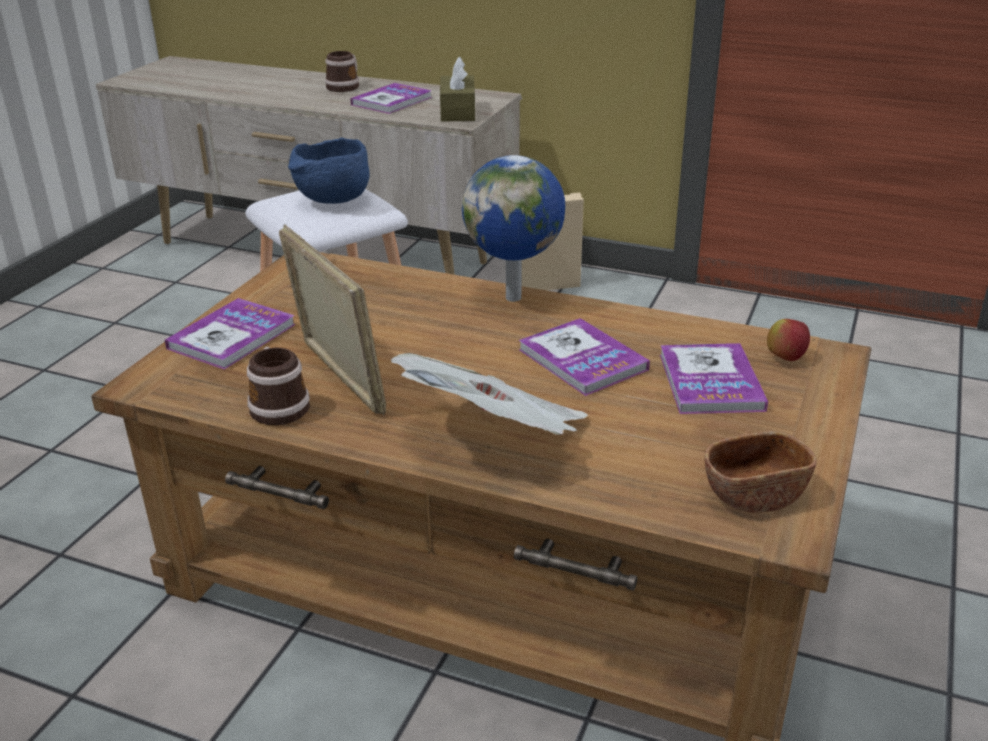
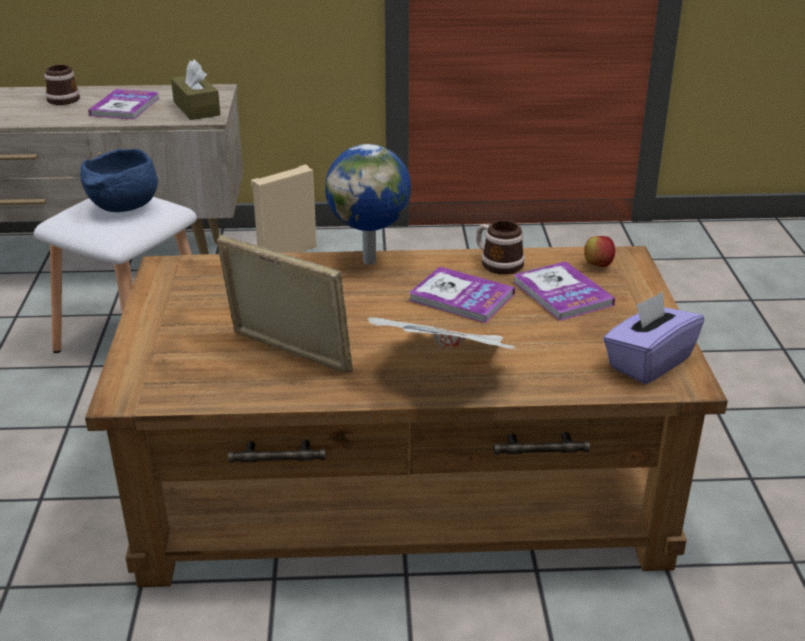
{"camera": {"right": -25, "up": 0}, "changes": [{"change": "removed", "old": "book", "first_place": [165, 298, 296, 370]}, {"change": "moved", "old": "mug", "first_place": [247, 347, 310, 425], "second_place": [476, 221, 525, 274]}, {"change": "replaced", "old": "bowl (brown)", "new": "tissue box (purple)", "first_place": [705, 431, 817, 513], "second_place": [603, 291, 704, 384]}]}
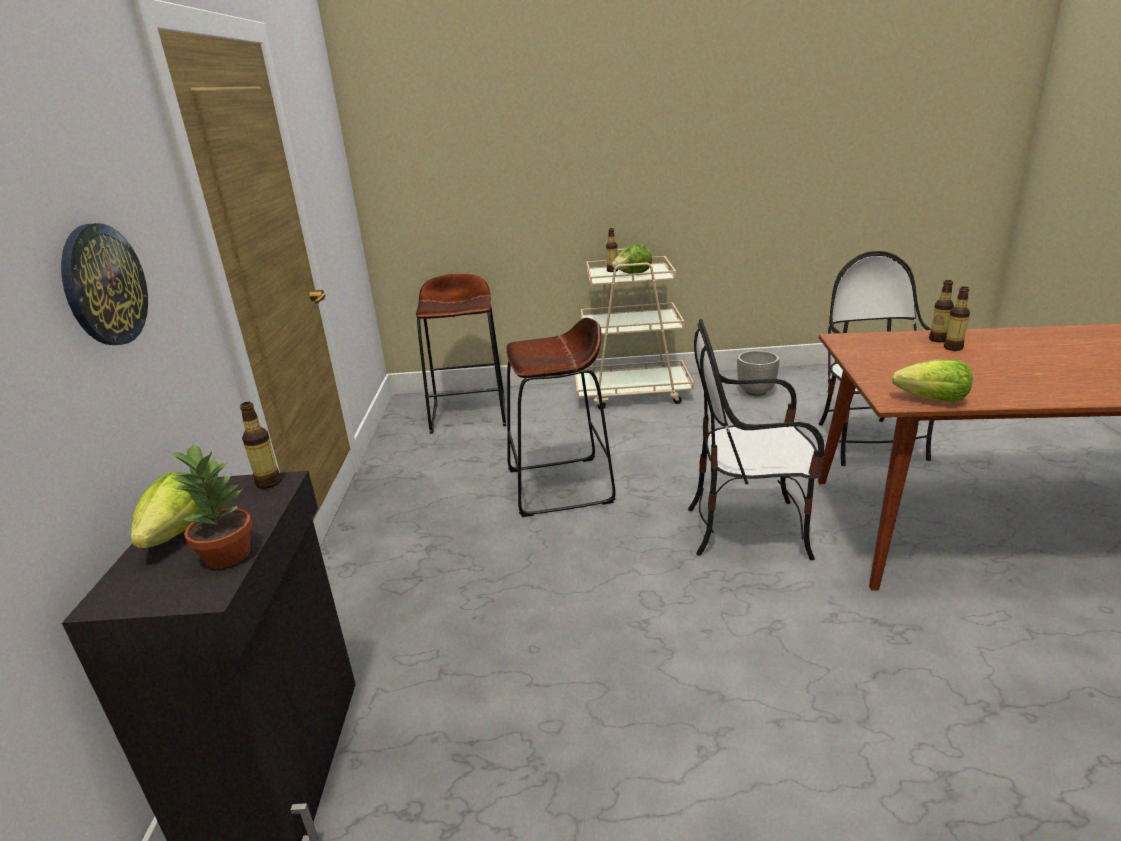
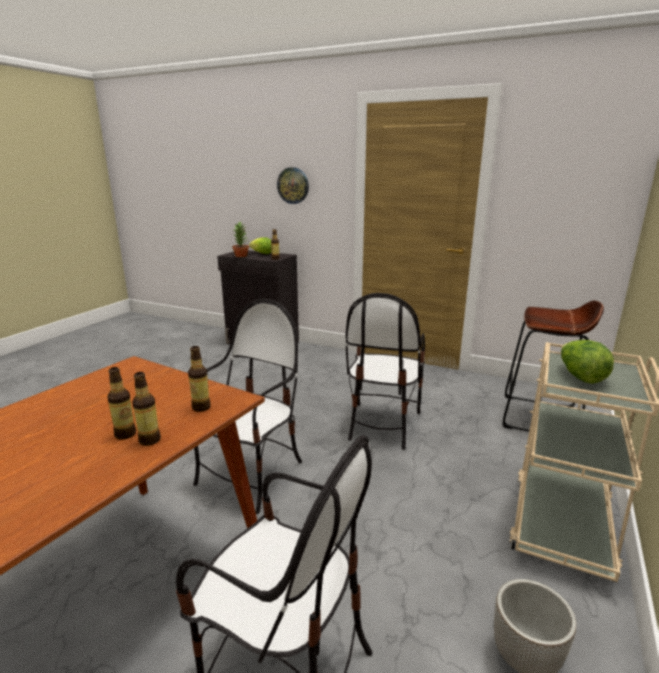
{"camera": {"right": 115, "up": -5}, "changes": [{"change": "replaced", "old": "stool (brown)", "new": "chair", "first_place": [506, 318, 616, 517], "second_place": [345, 293, 425, 449]}, {"change": "moved", "old": "bottle", "first_place": [606, 228, 618, 272], "second_place": [188, 346, 211, 412]}, {"change": "removed", "old": "lettuce", "first_place": [892, 359, 973, 402]}]}
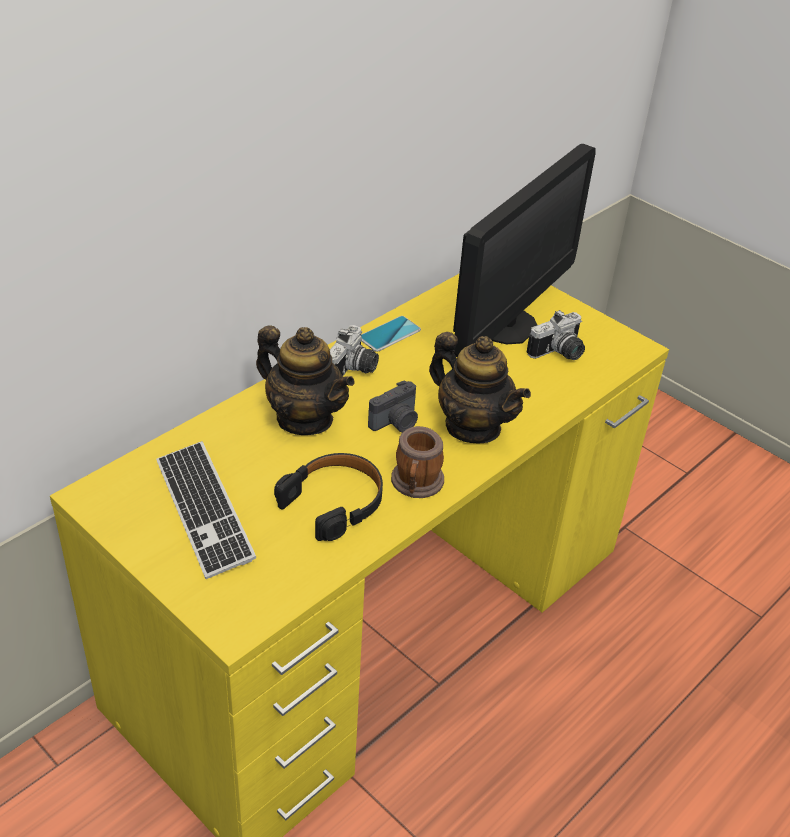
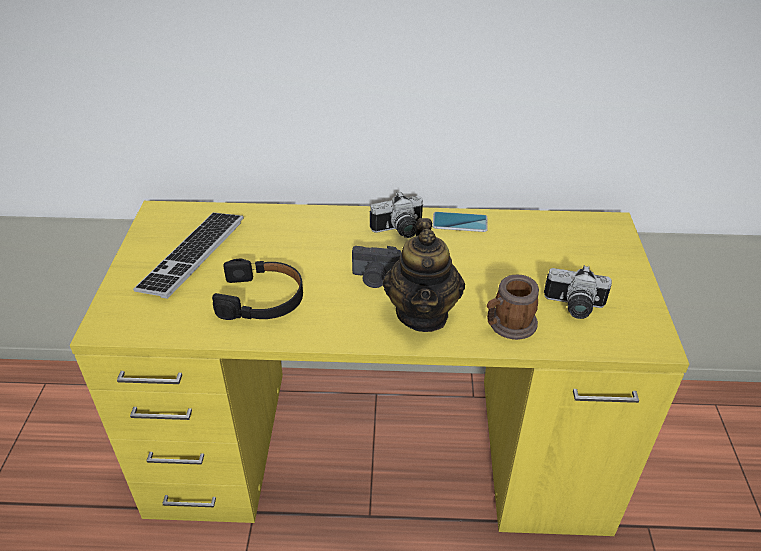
{"camera": {"right": 50, "up": 0}, "changes": [{"change": "removed", "old": "teapot", "first_place": [256, 325, 355, 435]}, {"change": "moved", "old": "mug", "first_place": [391, 426, 444, 498], "second_place": [487, 275, 539, 340]}, {"change": "removed", "old": "monitor", "first_place": [453, 144, 596, 357]}]}
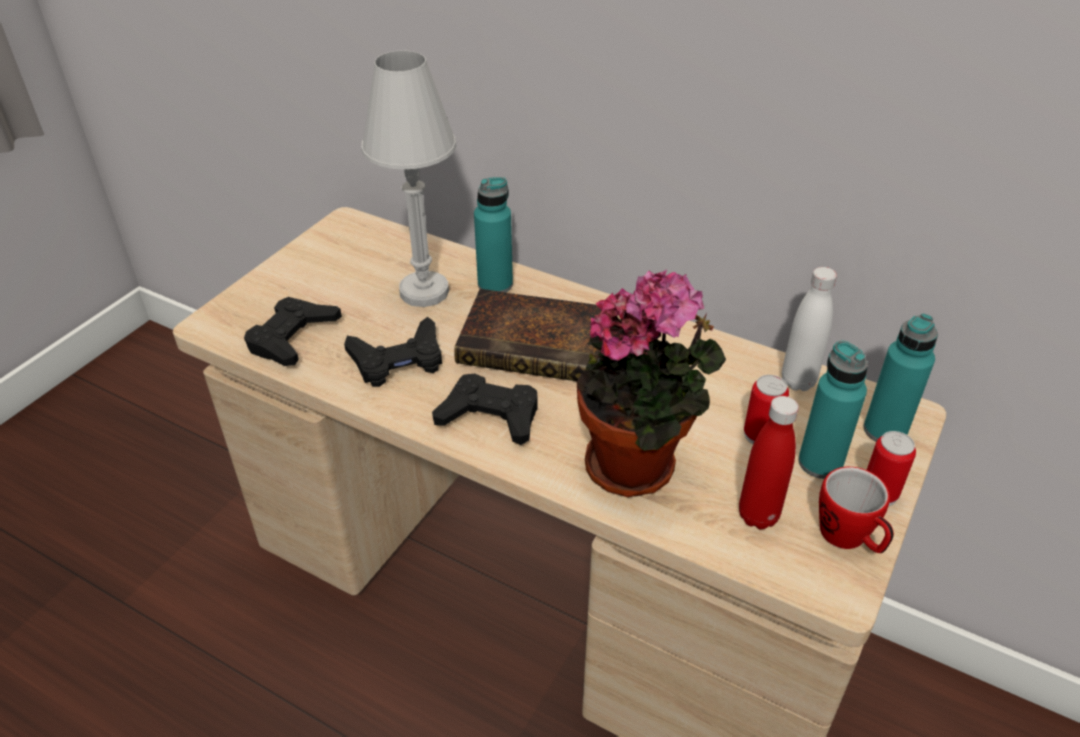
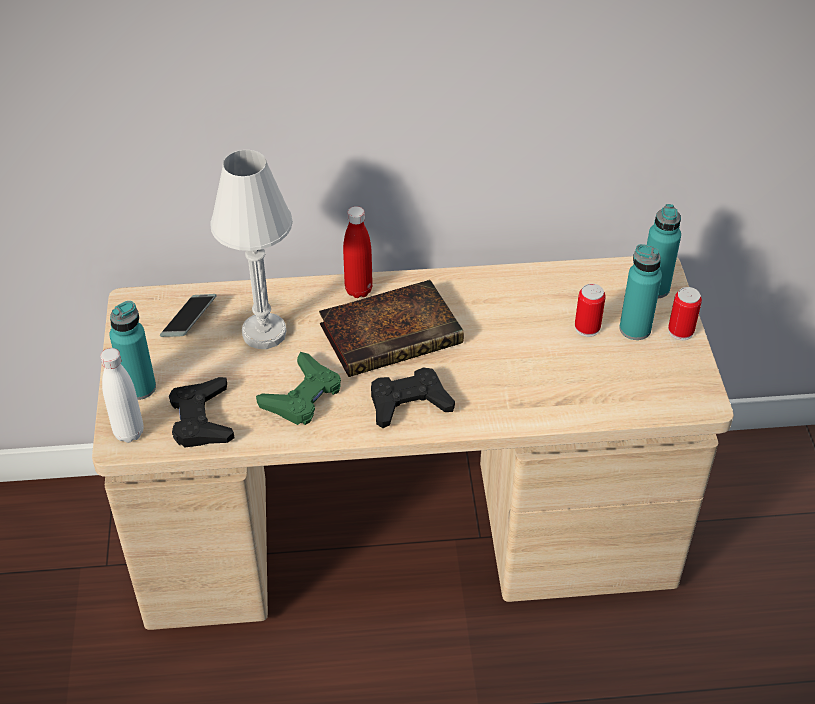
{"camera": {"right": -35, "up": 5}, "changes": [{"change": "recoloured", "old": "game controller (black)", "new": "game controller (green)", "first_place": [344, 317, 442, 387], "second_place": [256, 352, 341, 425]}, {"change": "moved", "old": "bottle (turquoise)", "first_place": [474, 177, 513, 292], "second_place": [109, 301, 156, 400]}, {"change": "removed", "old": "potted plant", "first_place": [577, 270, 726, 497]}, {"change": "moved", "old": "bottle (red)", "first_place": [739, 396, 799, 529], "second_place": [343, 206, 373, 298]}, {"change": "moved", "old": "bottle (white)", "first_place": [782, 267, 837, 391], "second_place": [100, 348, 143, 443]}, {"change": "removed", "old": "mug", "first_place": [819, 467, 894, 553]}, {"change": "added", "new": "phone", "second_place": [160, 294, 217, 337]}]}
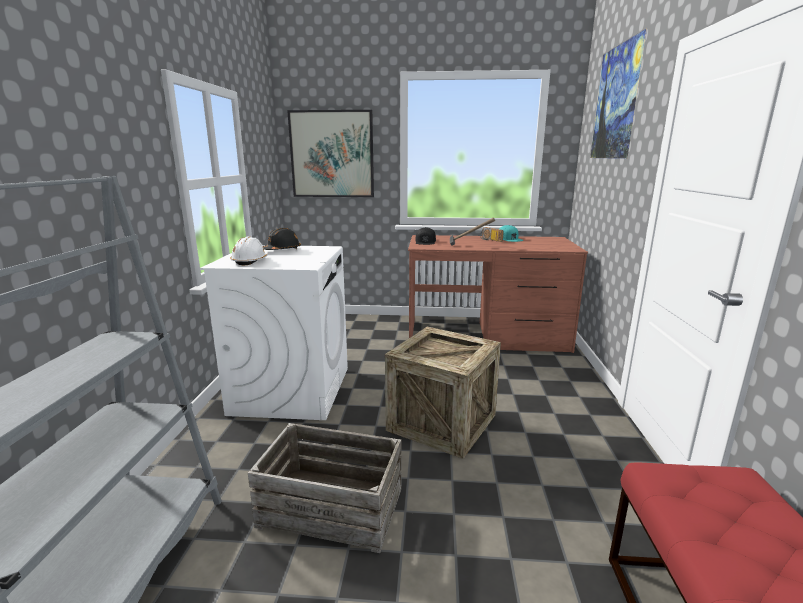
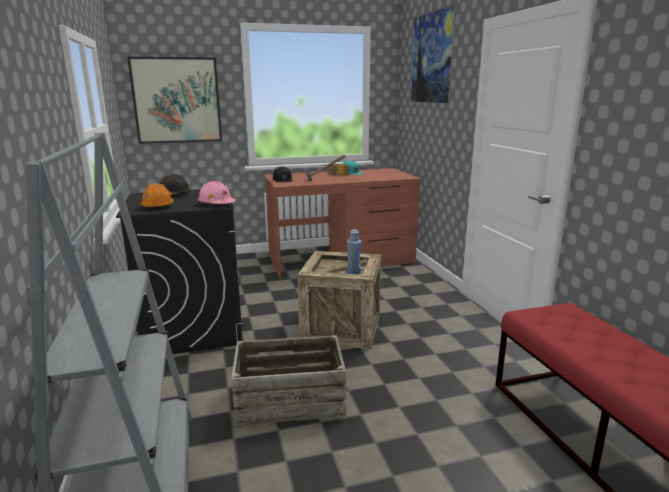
{"camera": {"right": -20, "up": 0}, "changes": [{"change": "recoloured", "old": "washing machine (white)", "new": "washing machine (black)", "first_place": [200, 245, 348, 420], "second_place": [116, 189, 243, 354]}, {"change": "recoloured", "old": "hard hat (white)", "new": "hard hat (orange)", "first_place": [230, 236, 268, 265], "second_place": [140, 183, 174, 210]}, {"change": "added", "new": "hard hat (pink)", "second_place": [197, 181, 236, 204]}, {"change": "added", "new": "bottle (blue)", "second_place": [347, 229, 361, 274]}]}
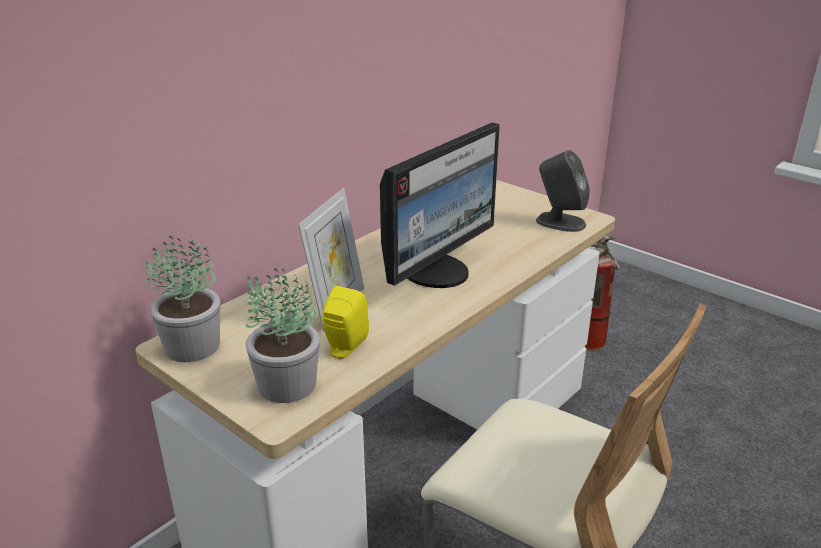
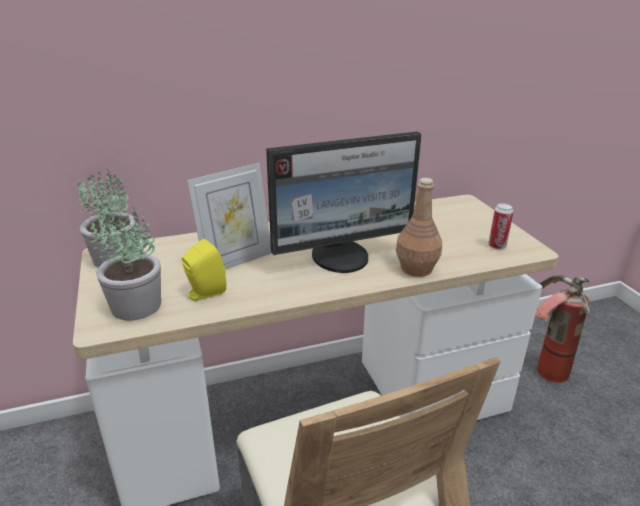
{"camera": {"right": 30, "up": 0}, "changes": [{"change": "replaced", "old": "speaker (grey)", "new": "can", "first_place": [536, 150, 590, 232], "second_place": [488, 203, 514, 250]}, {"change": "added", "new": "bottle (brown)", "second_place": [396, 178, 442, 277]}]}
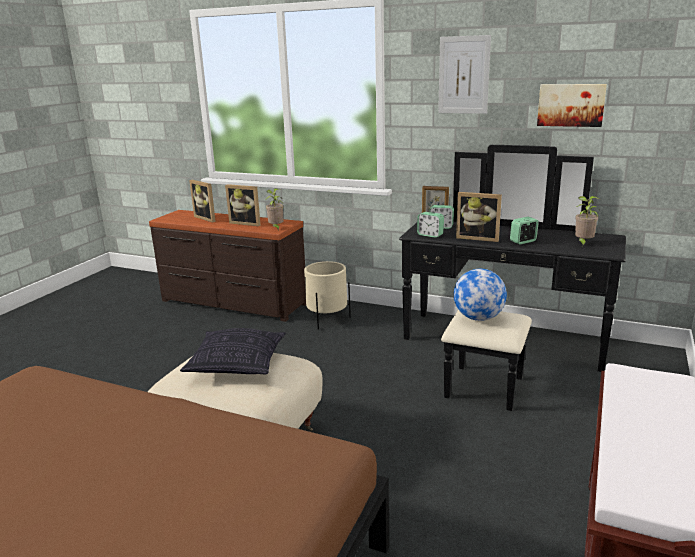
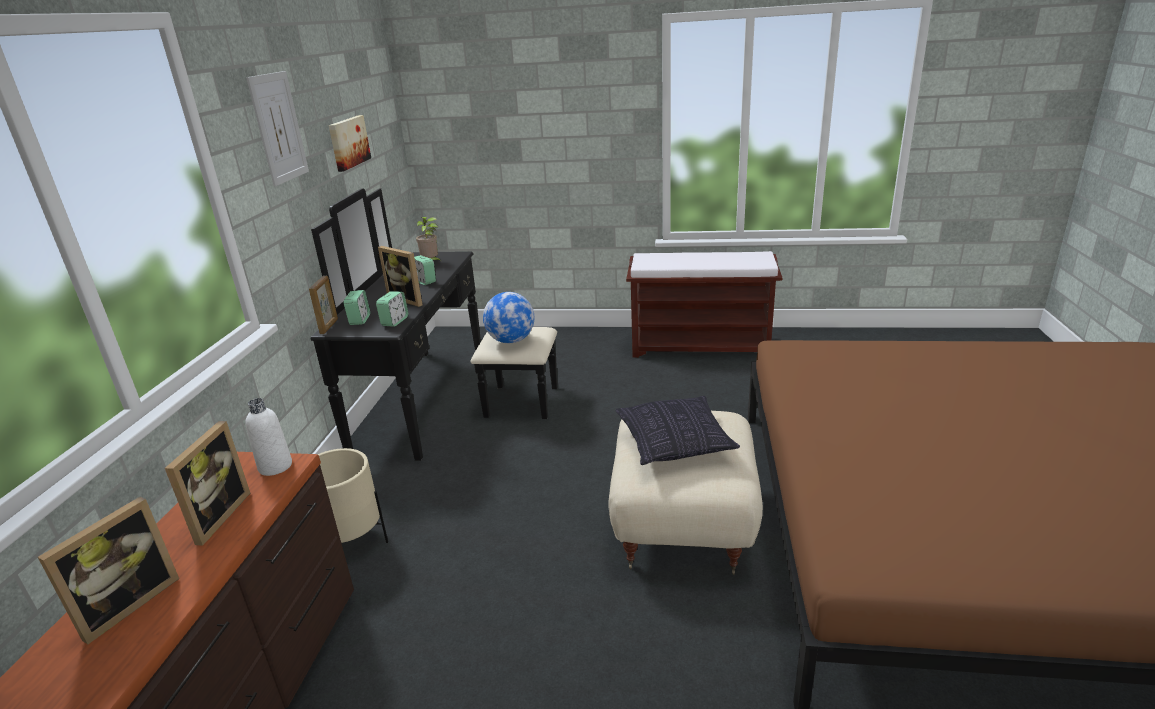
{"camera": {"right": -105, "up": 5}, "changes": [{"change": "replaced", "old": "potted plant", "new": "bottle (white)", "first_place": [265, 188, 284, 230], "second_place": [245, 398, 292, 476]}, {"change": "turned", "old": "picture frame", "first_place": [456, 192, 502, 242], "second_place": [378, 246, 422, 307], "degrees": 120}]}
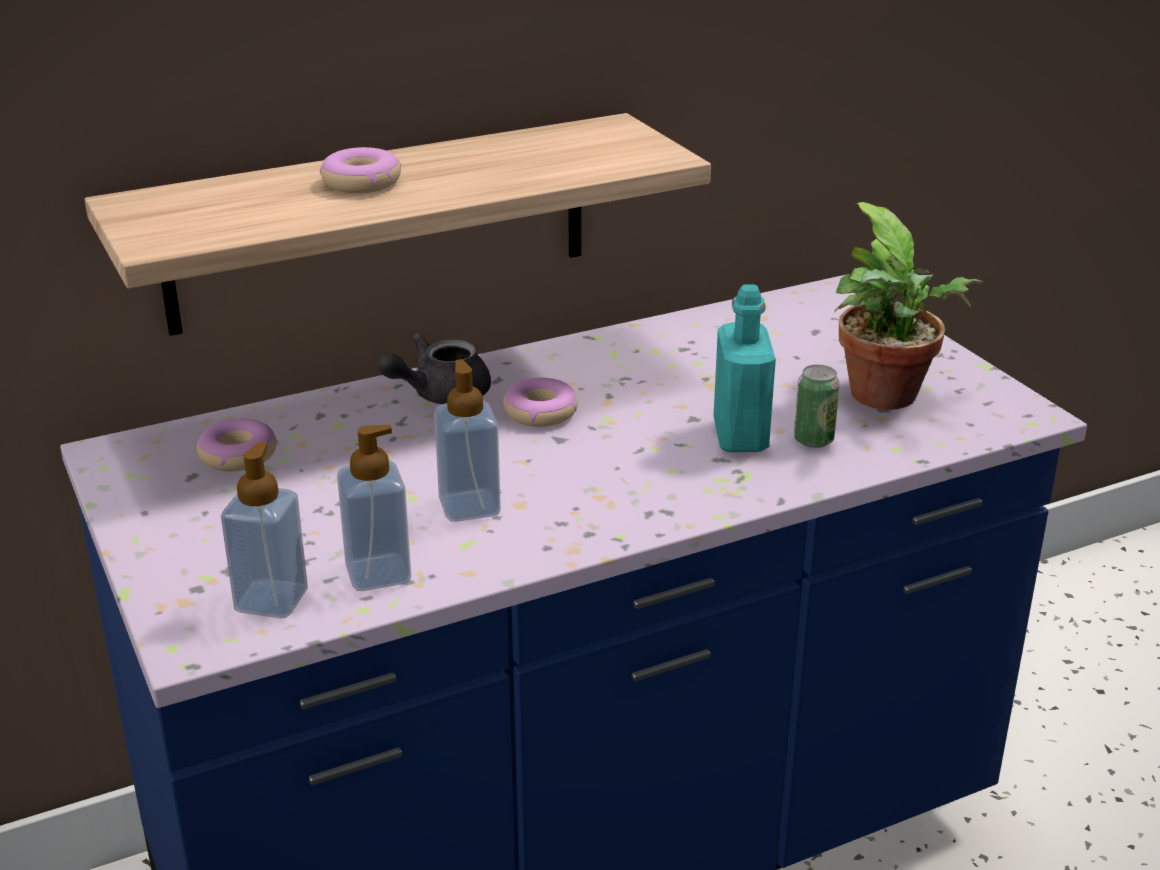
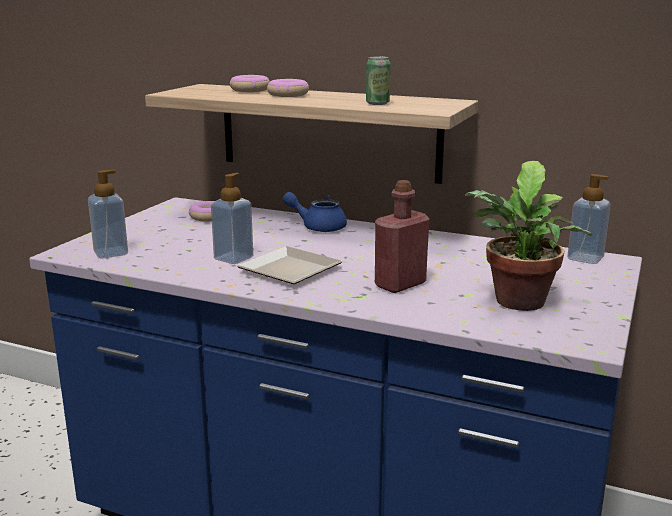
{"camera": {"right": 50, "up": -10}, "changes": [{"change": "moved", "old": "soap dispenser", "first_place": [337, 425, 411, 591], "second_place": [567, 174, 611, 264]}, {"change": "recoloured", "old": "teapot (grey)", "new": "teapot (blue)", "first_place": [378, 333, 491, 404], "second_place": [283, 192, 347, 232]}, {"change": "moved", "old": "donut", "first_place": [503, 378, 578, 427], "second_place": [230, 75, 270, 92]}, {"change": "recoloured", "old": "bottle (turquoise)", "new": "bottle (red)", "first_place": [714, 285, 776, 452], "second_place": [375, 180, 429, 293]}, {"change": "moved", "old": "can", "first_place": [794, 365, 840, 448], "second_place": [366, 56, 391, 105]}, {"change": "added", "new": "plate", "second_place": [237, 246, 342, 284]}]}
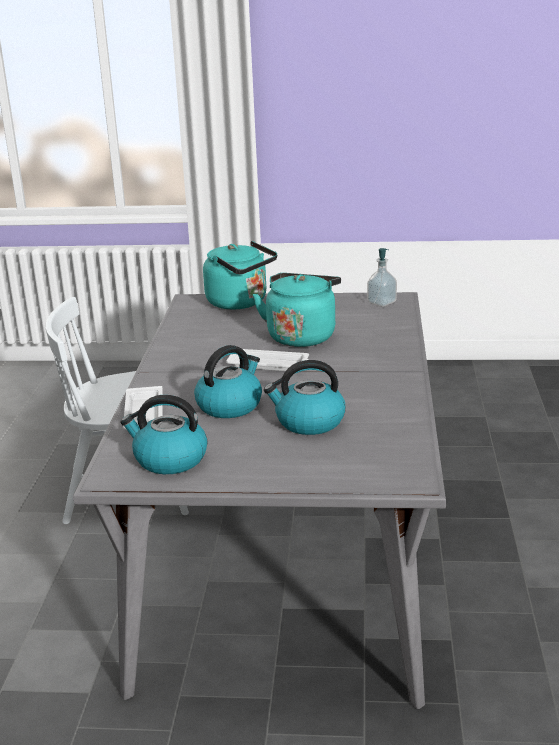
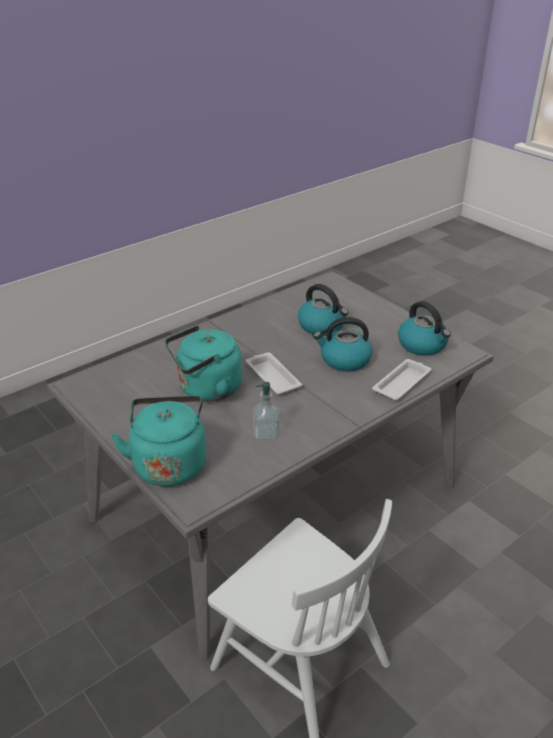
{"camera": {"right": -135, "up": 10}, "changes": [{"change": "moved", "old": "soap dispenser", "first_place": [367, 248, 397, 307], "second_place": [253, 382, 280, 440]}]}
